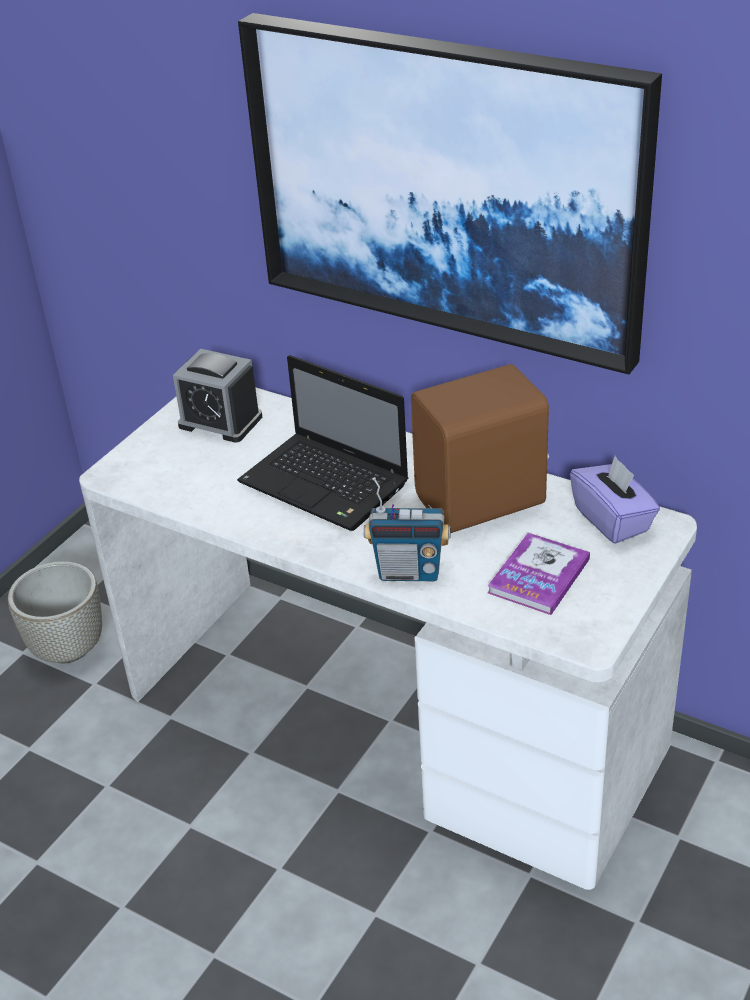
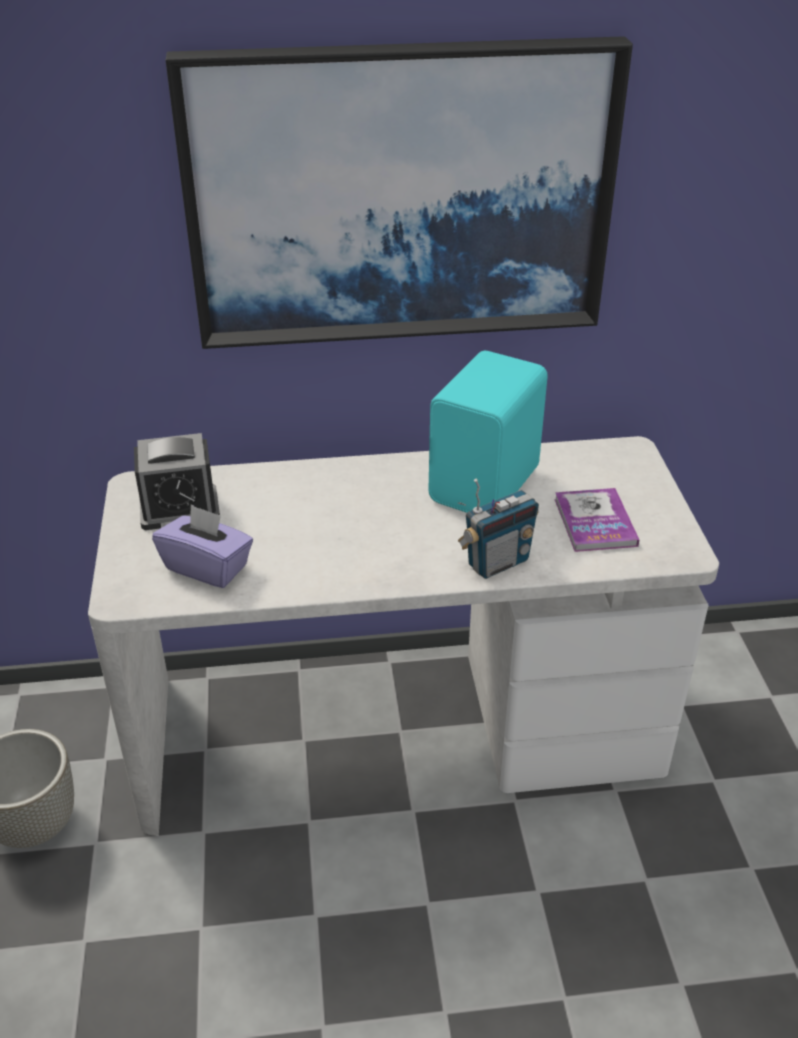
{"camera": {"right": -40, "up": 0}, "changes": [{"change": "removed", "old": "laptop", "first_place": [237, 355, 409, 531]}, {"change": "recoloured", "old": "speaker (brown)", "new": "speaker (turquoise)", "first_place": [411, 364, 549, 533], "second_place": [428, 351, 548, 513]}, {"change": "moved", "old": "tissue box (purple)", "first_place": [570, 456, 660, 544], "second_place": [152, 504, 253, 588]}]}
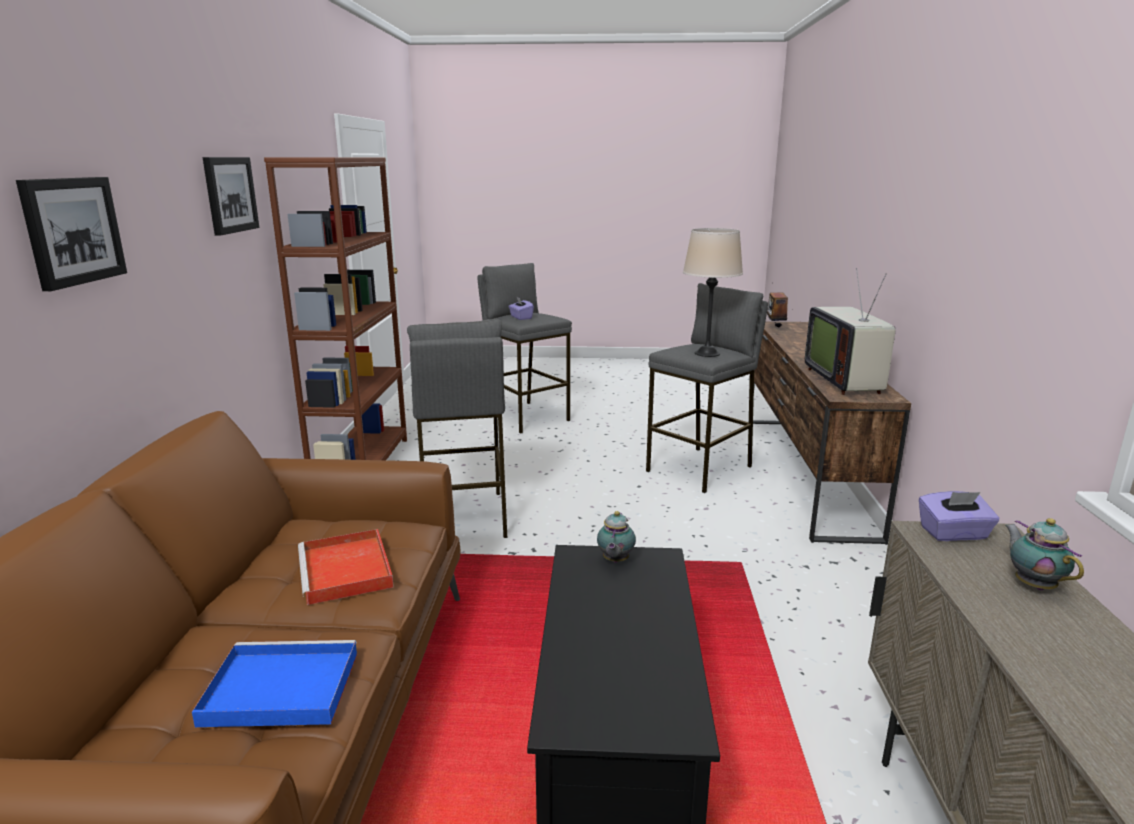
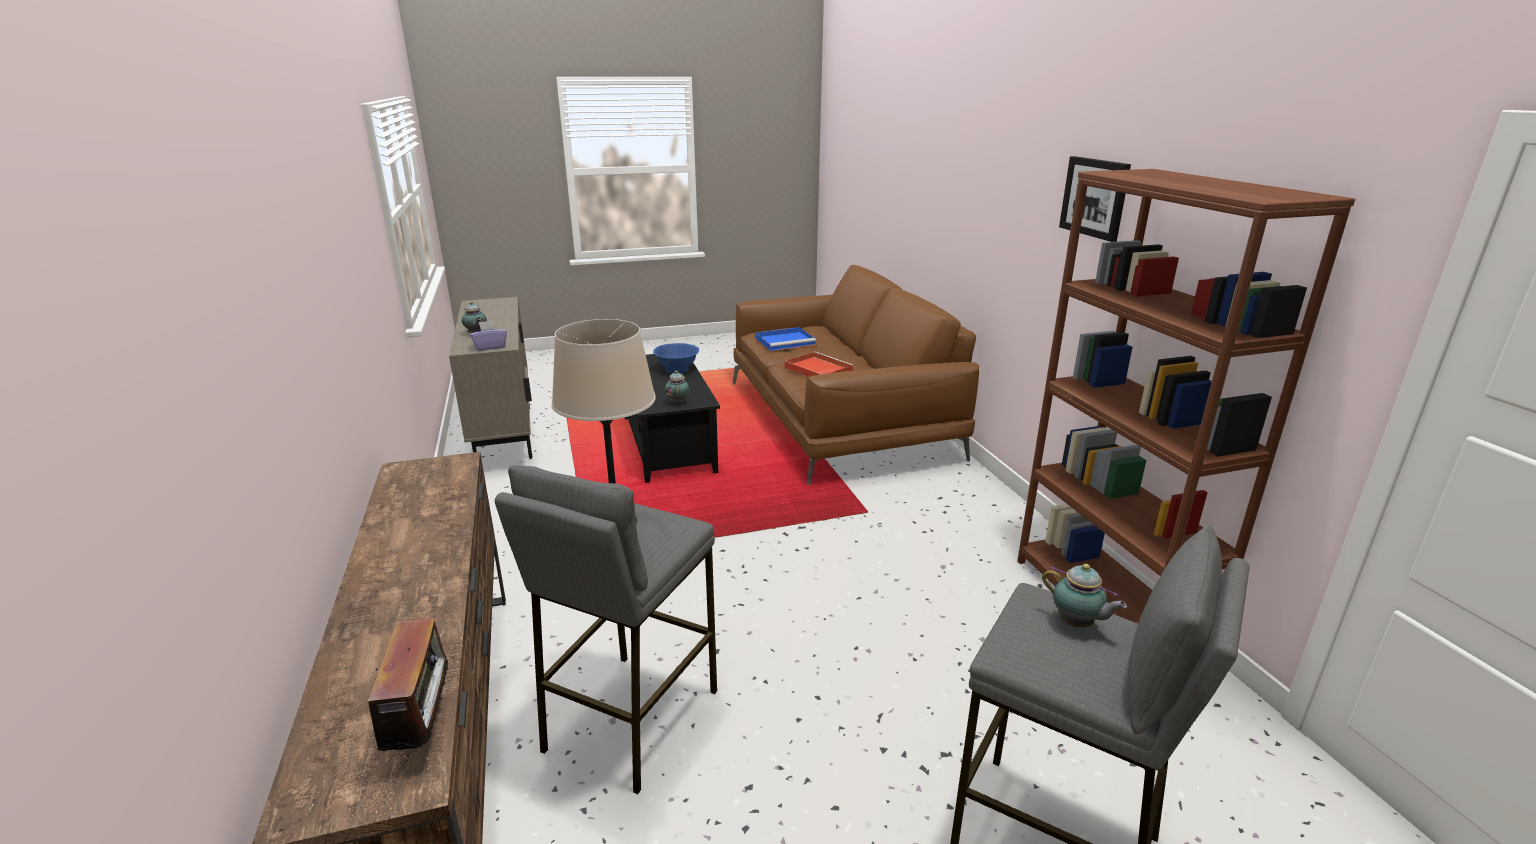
{"camera": {"right": 160, "up": 5}, "changes": [{"change": "removed", "old": "picture", "first_place": [16, 177, 127, 291]}, {"change": "removed", "old": "stool (grey)", "first_place": [407, 319, 507, 538]}, {"change": "replaced", "old": "tissue box (purple)", "new": "teapot", "first_place": [508, 296, 534, 320], "second_place": [1042, 564, 1127, 628]}, {"change": "removed", "old": "television", "first_place": [805, 268, 896, 395]}, {"change": "added", "new": "bowl (blue)", "second_place": [653, 343, 699, 373]}]}
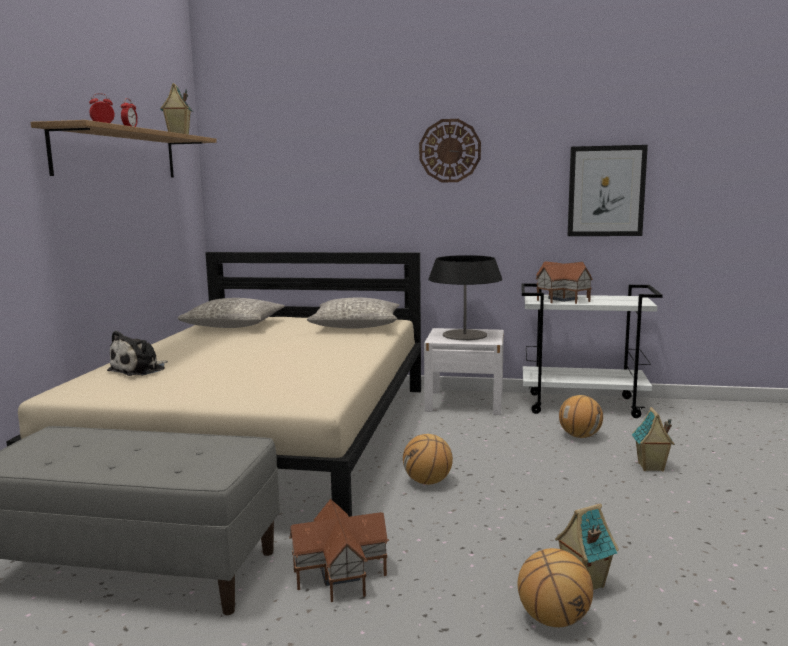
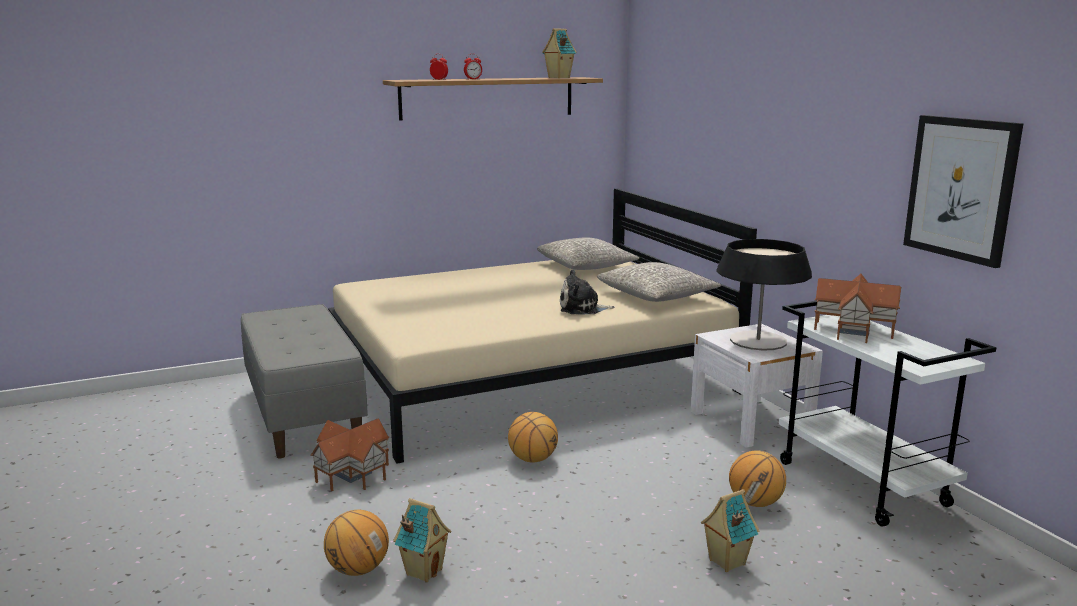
{"camera": {"right": 55, "up": 5}, "changes": [{"change": "moved", "old": "plush toy", "first_place": [107, 331, 168, 376], "second_place": [560, 269, 615, 314]}, {"change": "removed", "old": "wall clock", "first_place": [419, 119, 481, 182]}]}
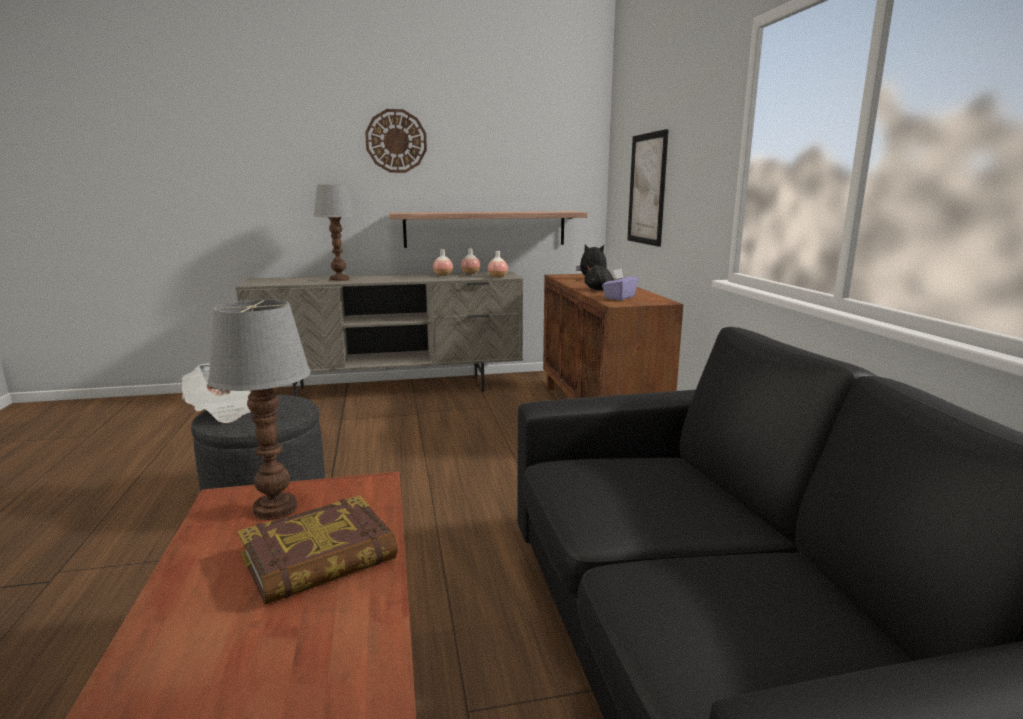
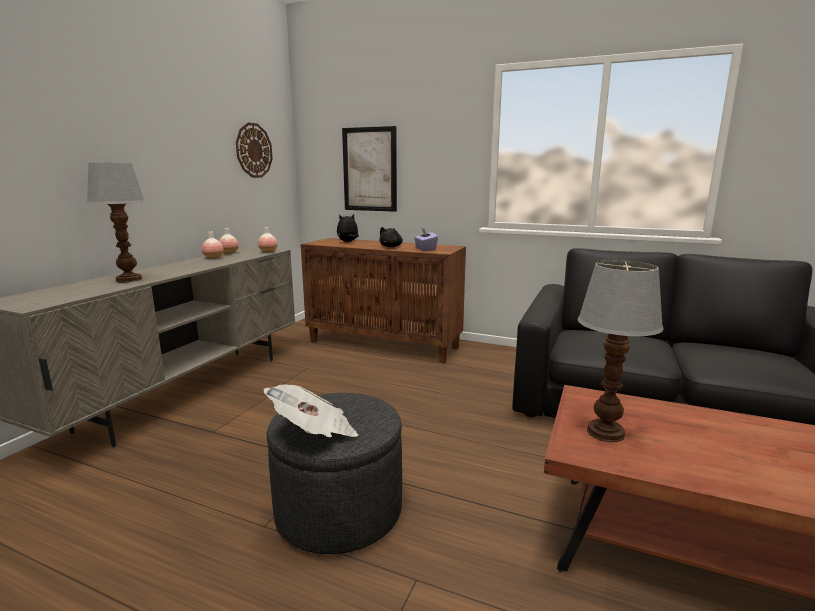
{"camera": {"right": -55, "up": 0}, "changes": [{"change": "removed", "old": "book", "first_place": [238, 496, 398, 605]}, {"change": "moved", "old": "wall clock", "first_place": [365, 109, 427, 173], "second_place": [236, 122, 273, 178]}, {"change": "removed", "old": "shelf", "first_place": [389, 211, 587, 248]}]}
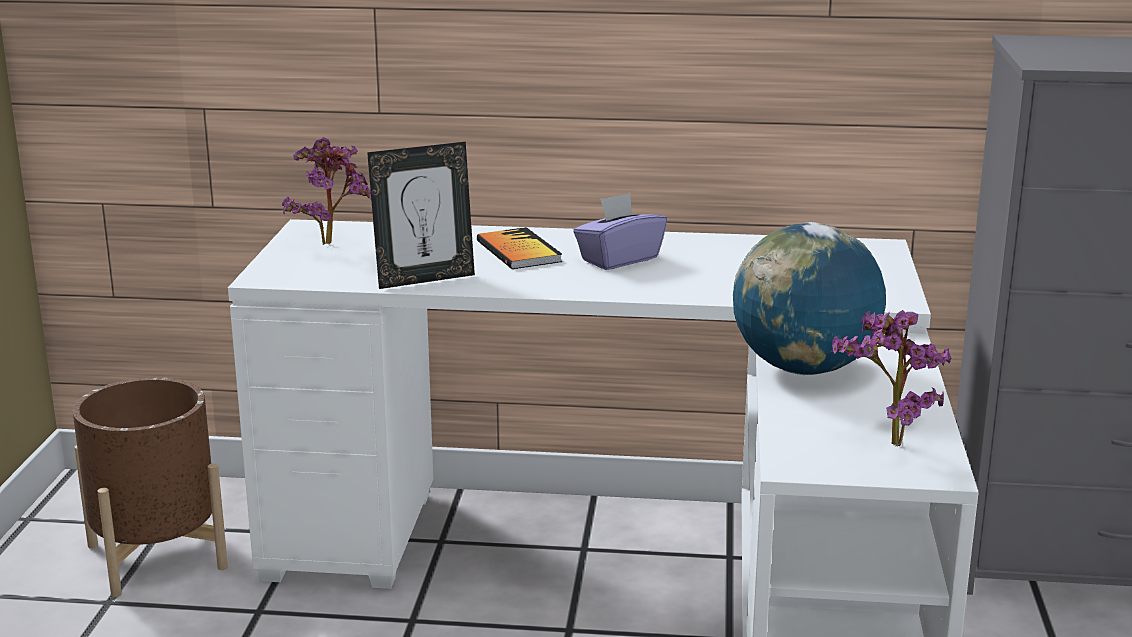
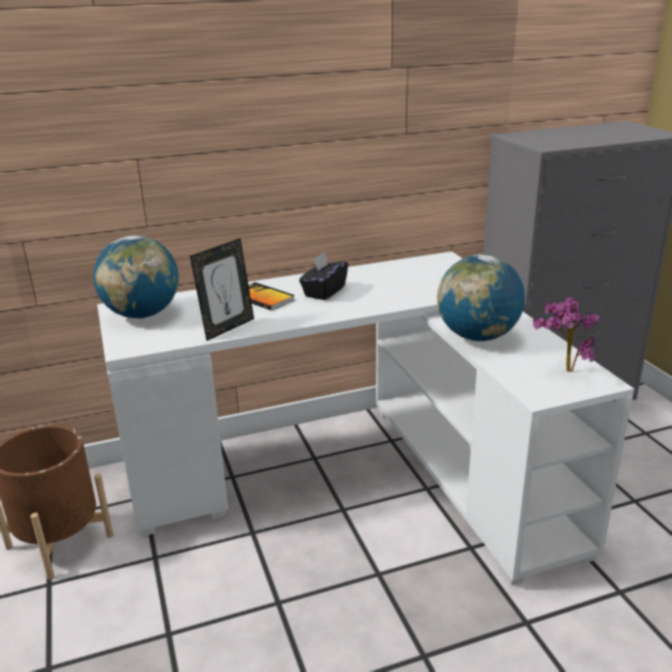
{"camera": {"right": -25, "up": 5}, "changes": [{"change": "replaced", "old": "potted plant", "new": "globe", "first_place": [282, 137, 371, 245], "second_place": [93, 235, 179, 318]}, {"change": "recoloured", "old": "tissue box (purple)", "new": "tissue box (black)", "first_place": [573, 193, 667, 270], "second_place": [299, 252, 348, 300]}]}
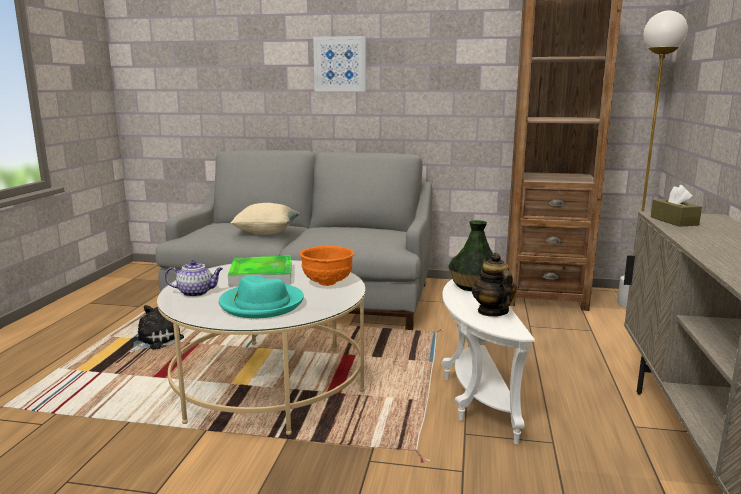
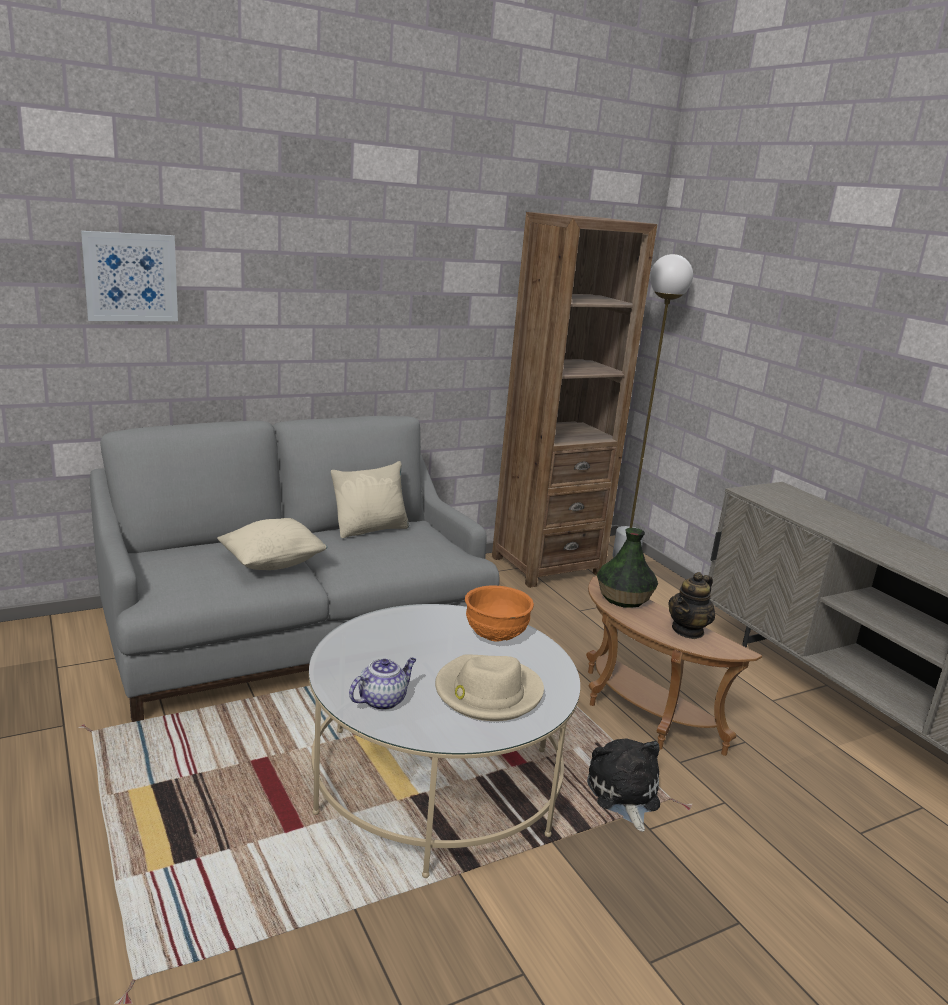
{"camera": {"right": -40, "up": 5}, "changes": [{"change": "moved", "old": "plush toy", "first_place": [128, 305, 184, 352], "second_place": [587, 738, 660, 831]}, {"change": "recoloured", "old": "hat (turquoise)", "new": "hat (beige)", "first_place": [219, 275, 304, 318], "second_place": [435, 654, 544, 721]}, {"change": "removed", "old": "tray", "first_place": [228, 256, 292, 287]}, {"change": "moved", "old": "picture", "first_place": [313, 36, 366, 92], "second_place": [81, 231, 178, 321]}, {"change": "recoloured", "old": "side table (white)", "new": "side table (brown)", "first_place": [441, 279, 535, 444], "second_place": [586, 576, 762, 756]}, {"change": "turned", "old": "teapot", "first_place": [472, 252, 517, 317], "second_place": [668, 572, 716, 639], "degrees": -90}, {"change": "removed", "old": "tissue box (brown)", "first_place": [651, 185, 702, 227]}, {"change": "added", "new": "pillow (beige)", "second_place": [331, 461, 409, 538]}]}
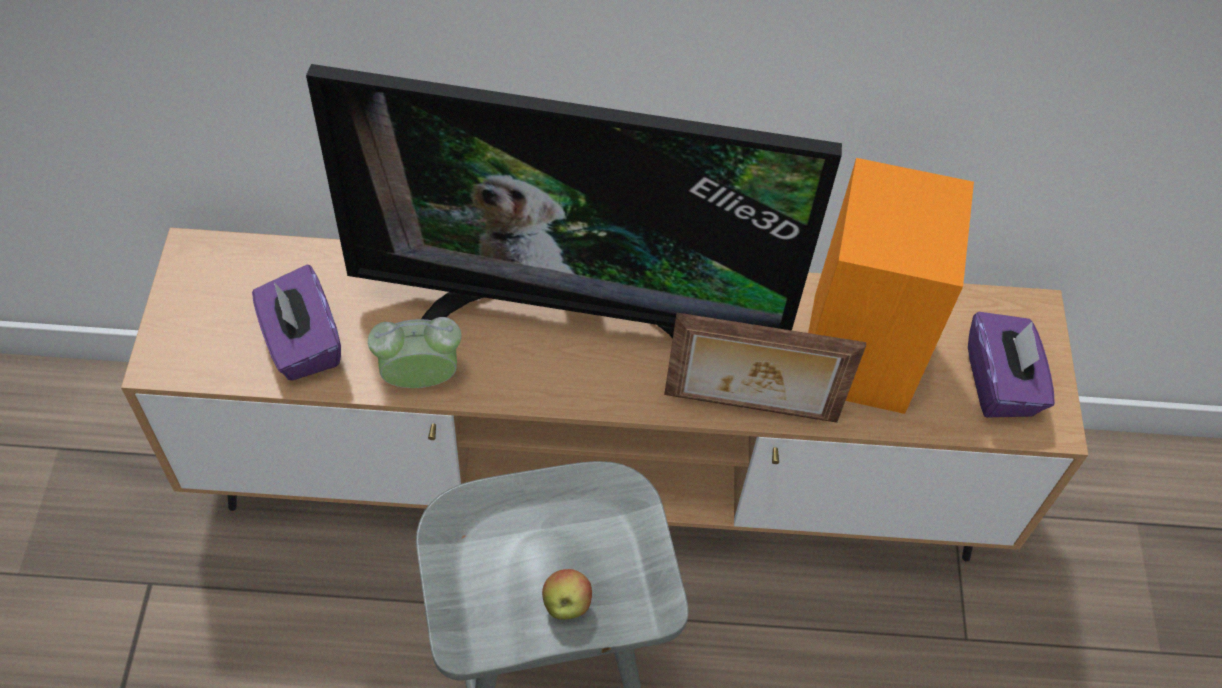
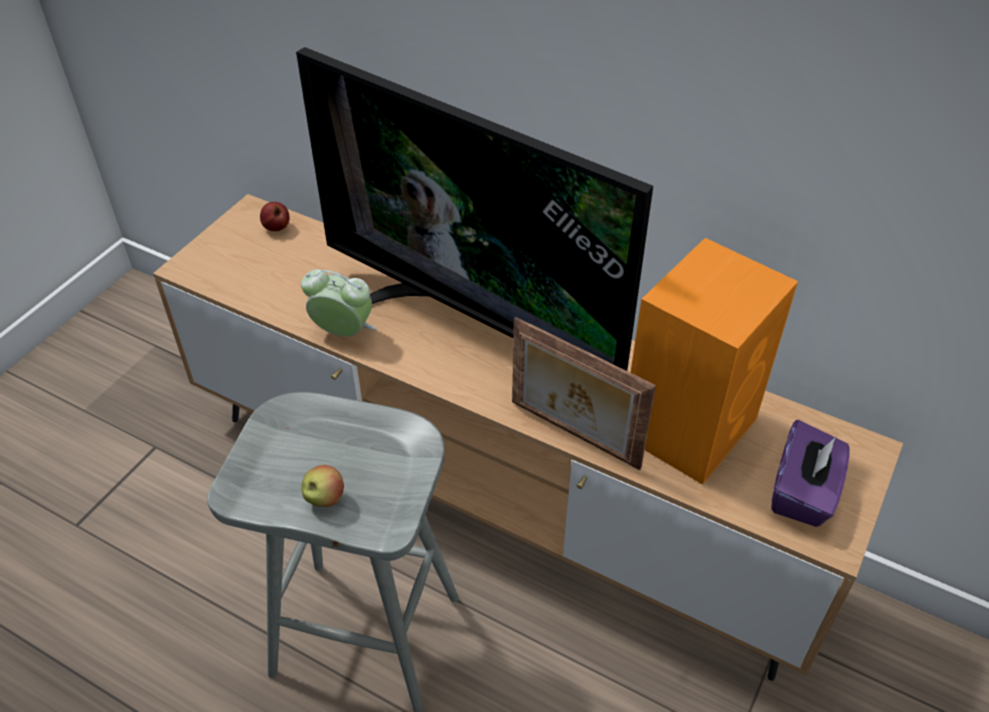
{"camera": {"right": 30, "up": -10}, "changes": [{"change": "removed", "old": "tissue box (purple)", "first_place": [252, 264, 341, 381]}, {"change": "added", "new": "apple", "second_place": [260, 202, 290, 231]}]}
